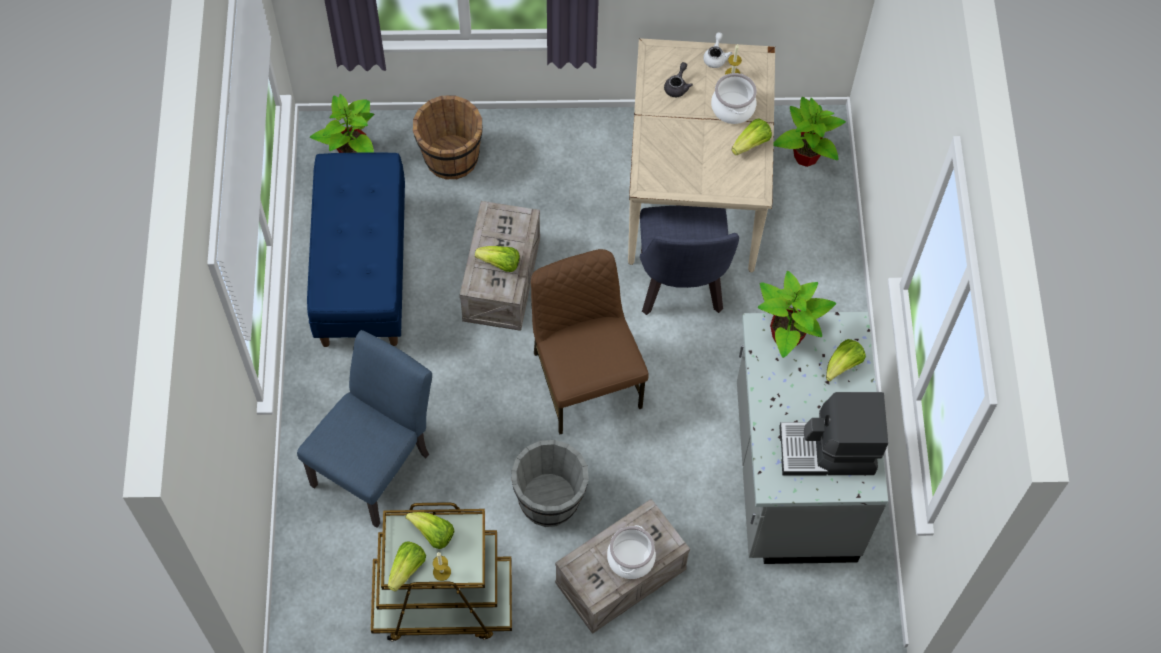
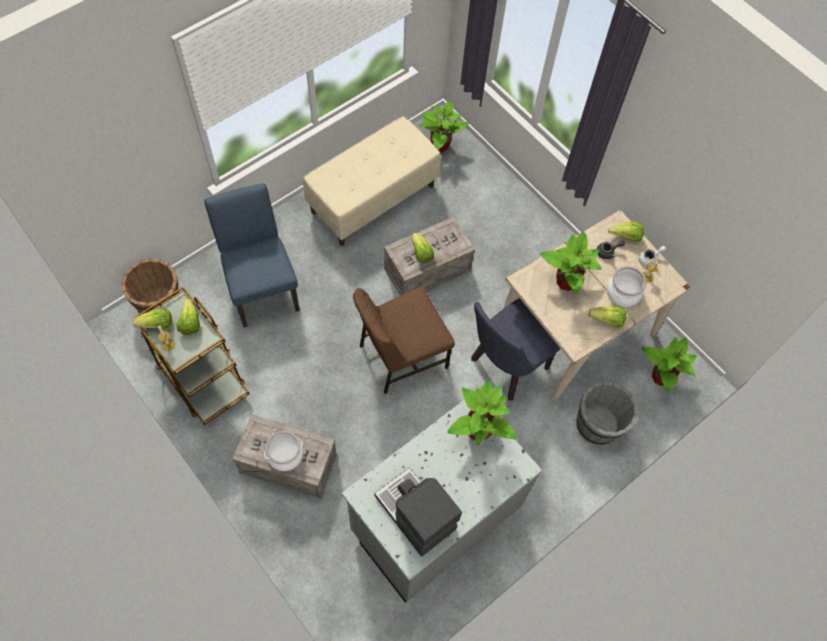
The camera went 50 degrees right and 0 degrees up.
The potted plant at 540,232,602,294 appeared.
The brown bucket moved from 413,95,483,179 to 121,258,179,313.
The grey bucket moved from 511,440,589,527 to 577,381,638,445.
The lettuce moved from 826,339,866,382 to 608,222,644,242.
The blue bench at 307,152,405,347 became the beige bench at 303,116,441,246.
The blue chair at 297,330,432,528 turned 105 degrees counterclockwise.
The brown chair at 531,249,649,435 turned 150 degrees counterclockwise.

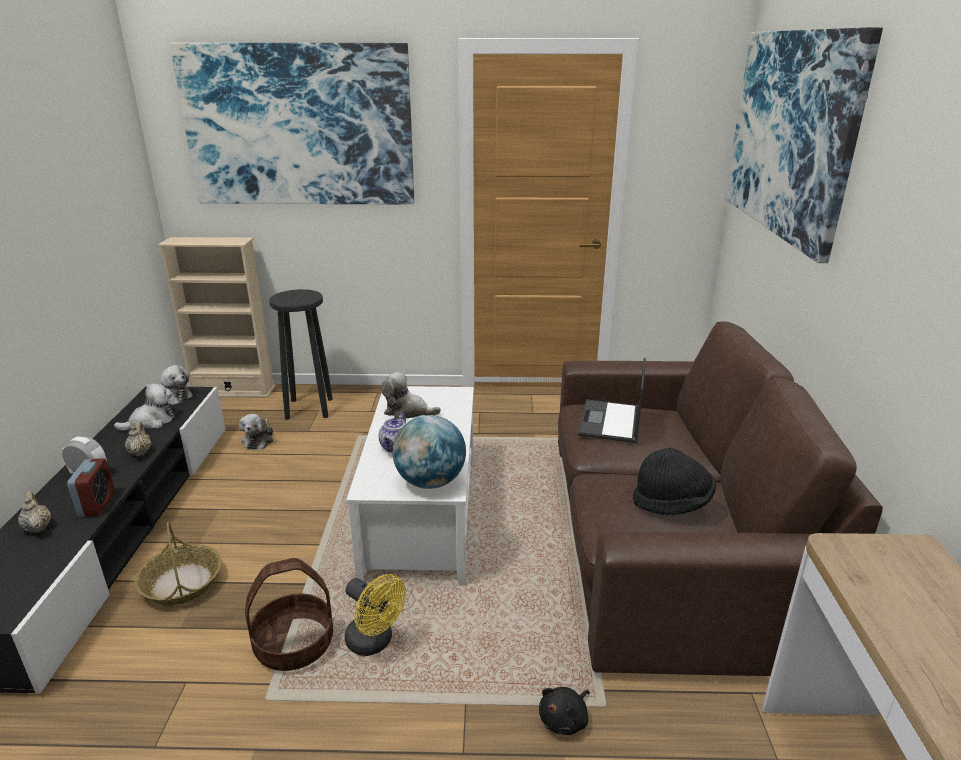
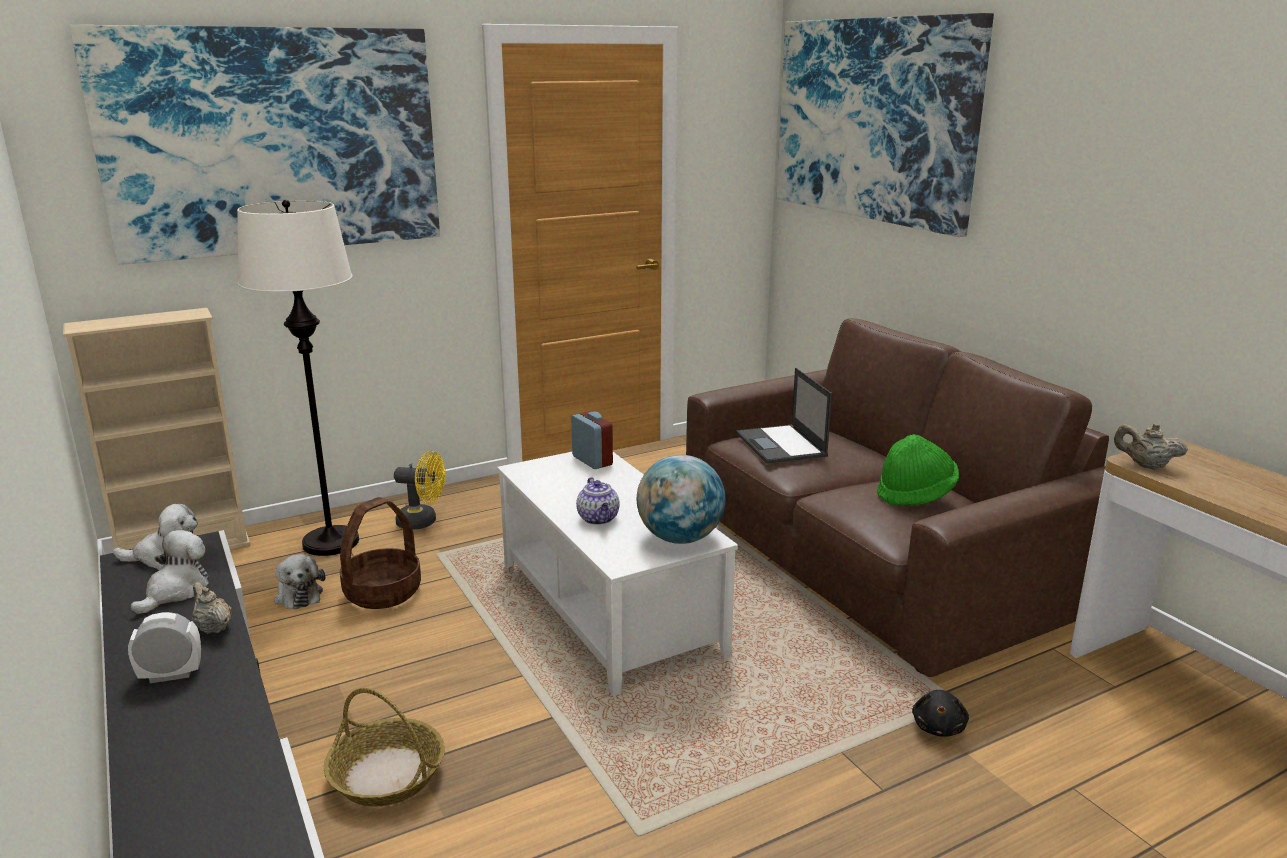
The camera went 30 degrees left and 5 degrees down.
The plush toy at 382,372,441,419 disappeared.
The beige teapot moved from 18,491,51,533 to 1114,423,1188,470.
The alarm clock moved from 67,458,115,517 to 571,412,613,469.
The basket moved from 245,558,333,671 to 340,497,421,609.
The yellow fan moved from 345,574,405,656 to 394,451,446,529.
The black stool at 269,289,333,420 was replaced by the white floor lamp at 237,200,359,556.
The black hat at 633,448,716,515 became the green hat at 877,434,959,506.

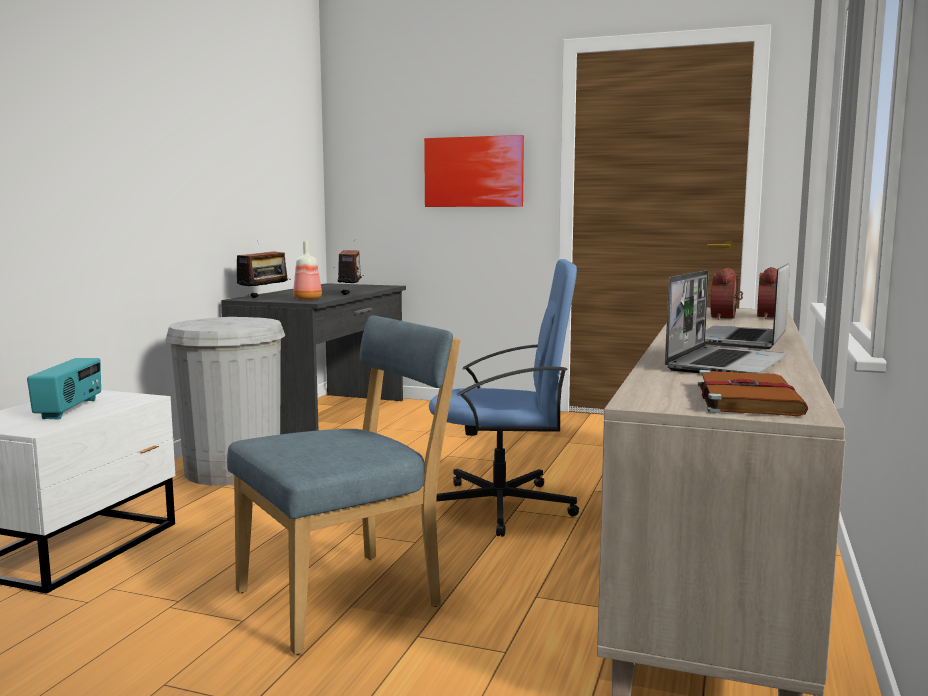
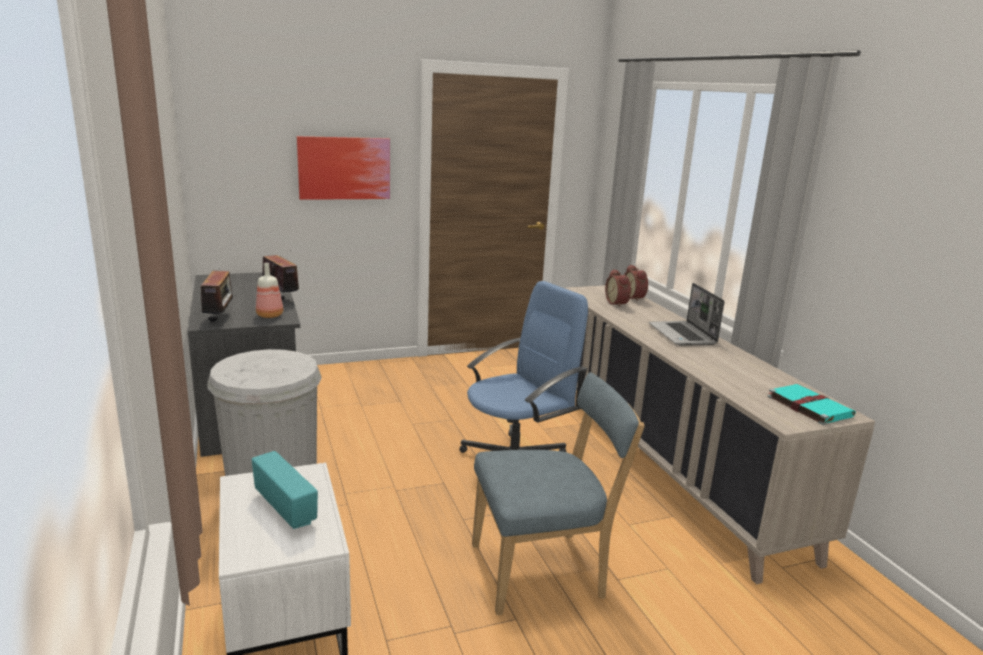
The camera went 40 degrees left and 10 degrees up.
The laptop at 665,270,787,374 disappeared.
The brown book at 698,370,808,416 became the turquoise book at 768,384,856,425.
The blue chair at 227,315,461,655 turned 60 degrees clockwise.

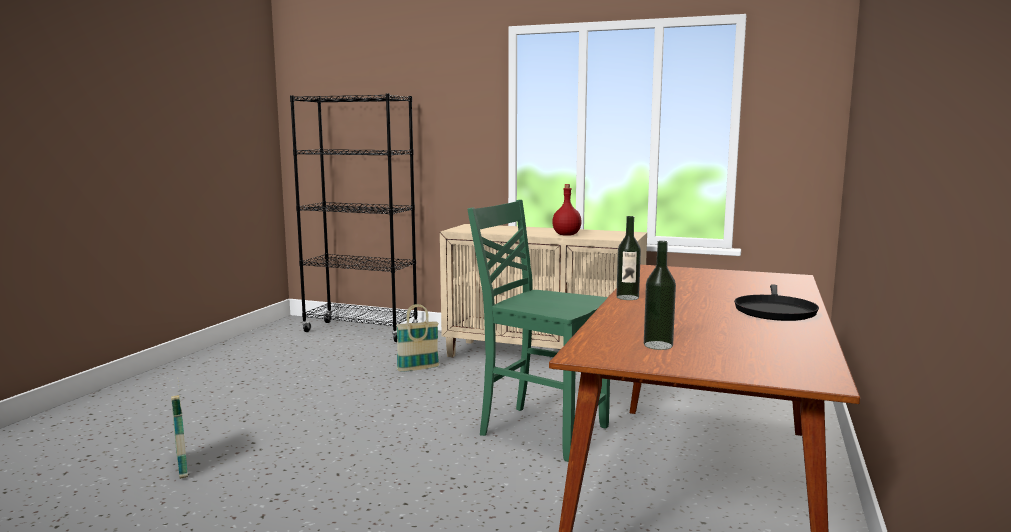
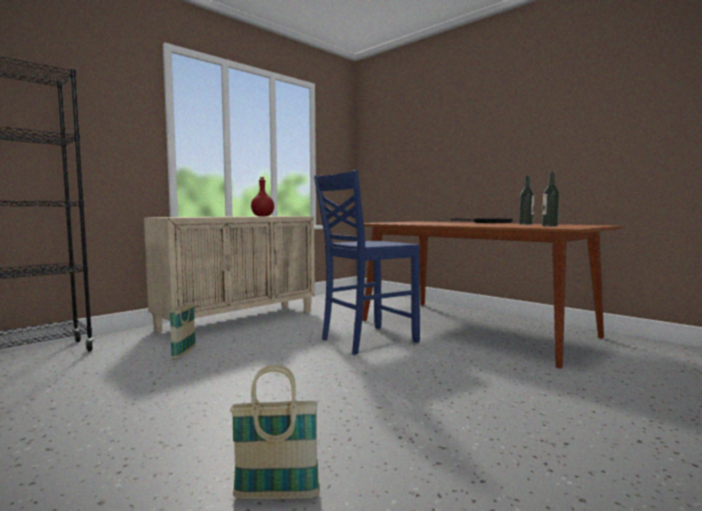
The camera went 65 degrees left and 5 degrees down.
The bottle moved from 616,216,641,300 to 519,176,534,225.
The green chair at 467,200,610,462 became the blue chair at 314,170,420,355.

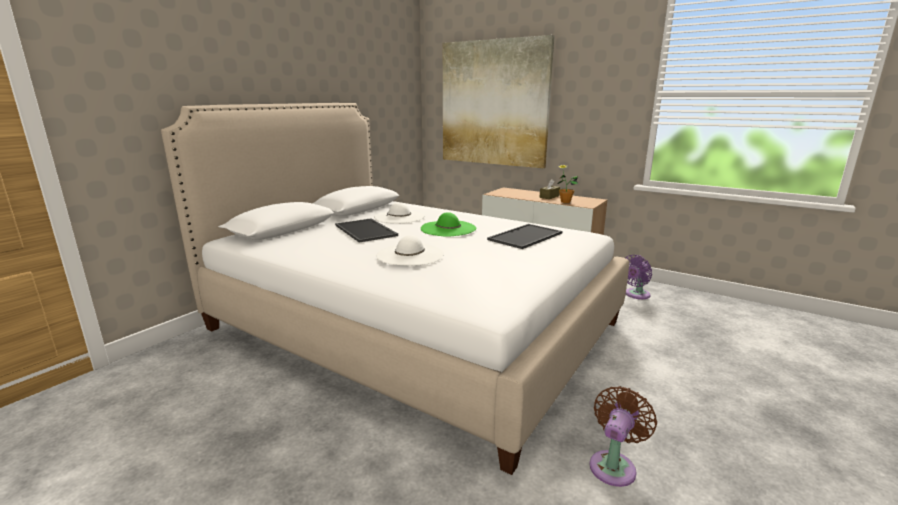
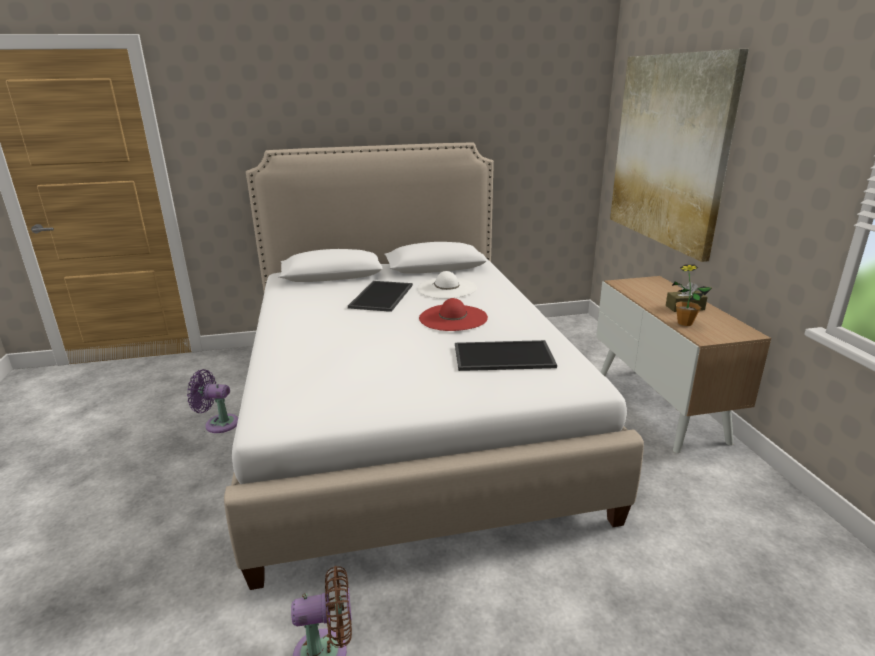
The camera went 45 degrees right and 5 degrees up.
The white hat at 376,235,444,266 disappeared.
The purple fan moved from 626,255,652,299 to 187,369,238,433.
The green hat at 421,212,476,236 became the red hat at 419,298,488,331.

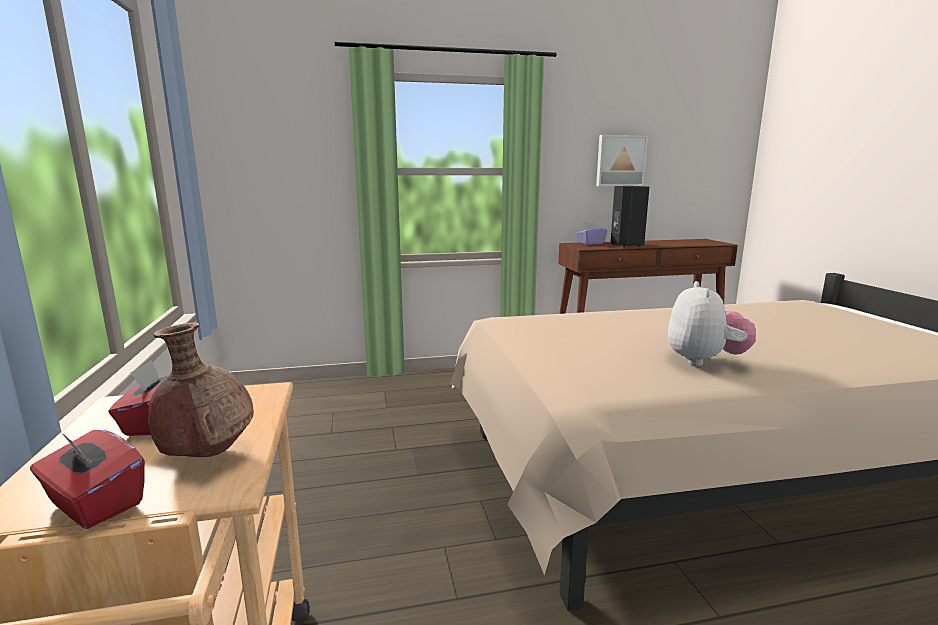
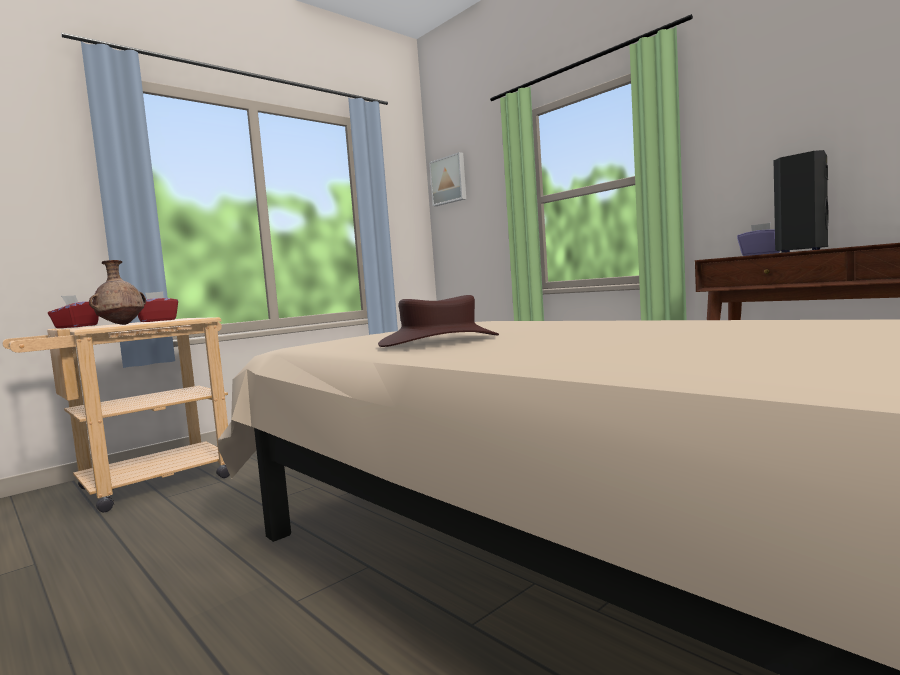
The camera went 60 degrees right and 10 degrees down.
The picture moved from 596,135,648,186 to 429,152,466,206.
The plush toy at 668,281,756,366 was replaced by the brown hat at 378,295,499,347.

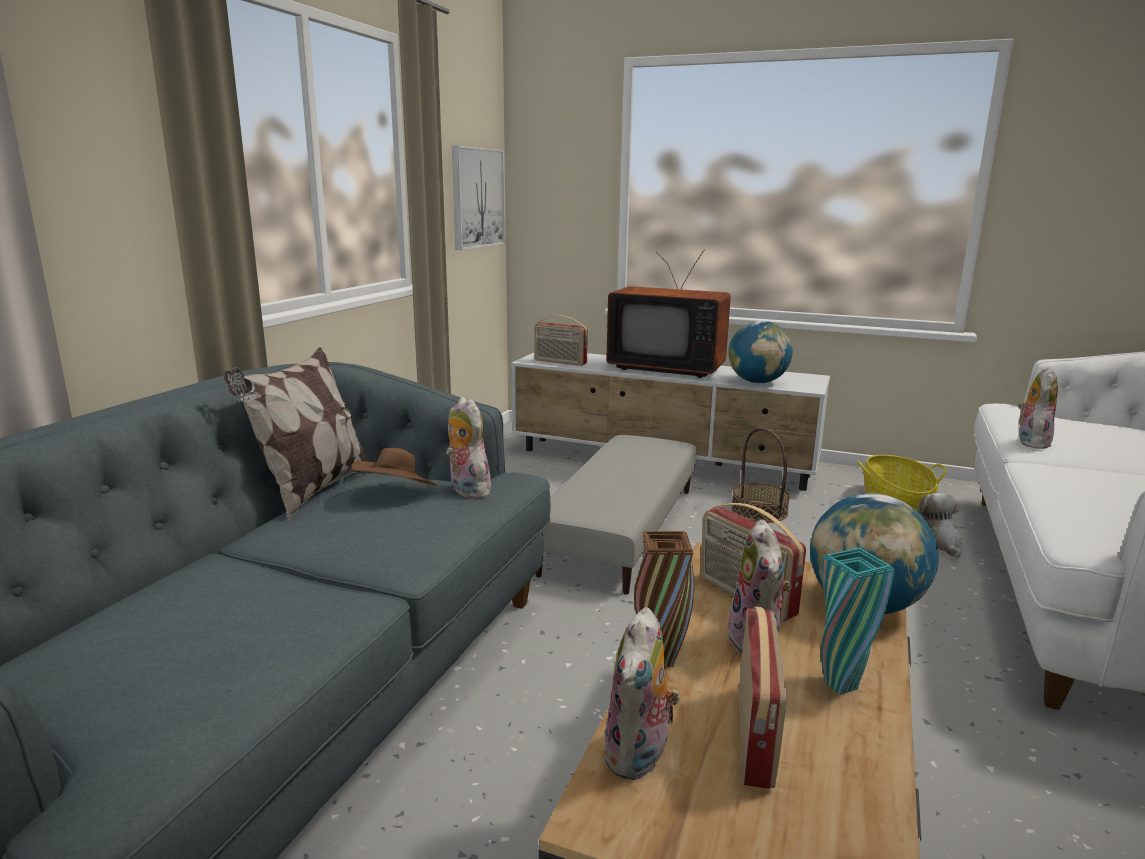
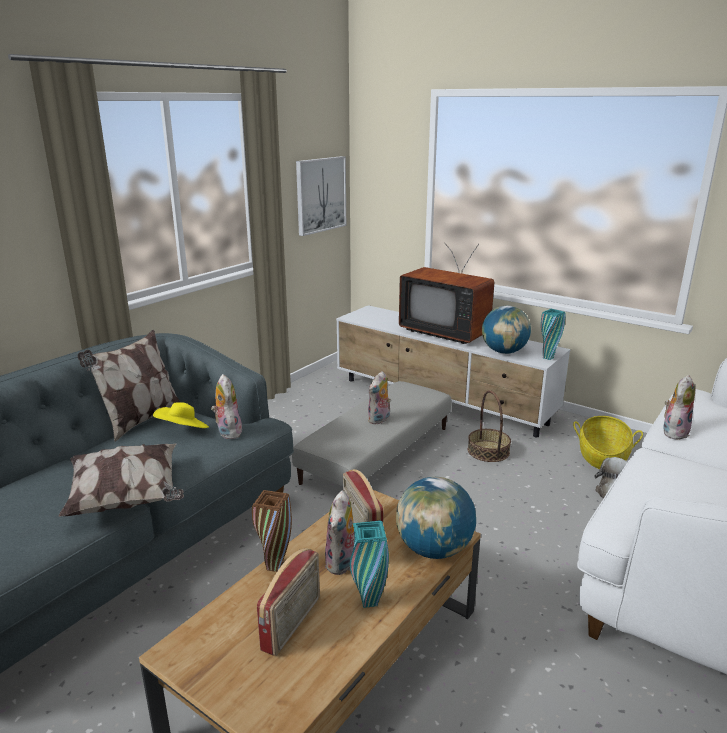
The camera went 15 degrees right and 5 degrees up.
The radio at 534,315,588,366 disappeared.
The pillow at 59,443,184,517 appeared.
The turquoise vase at 541,309,566,360 appeared.
The plush toy moved from 603,607,680,780 to 368,371,391,425.
The brown hat at 352,448,437,486 became the yellow hat at 153,402,209,428.

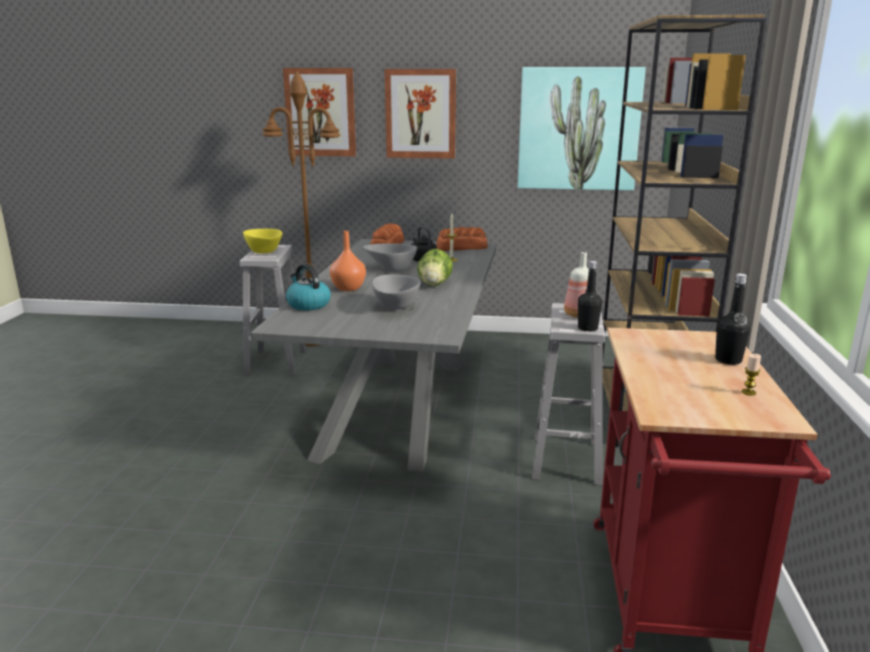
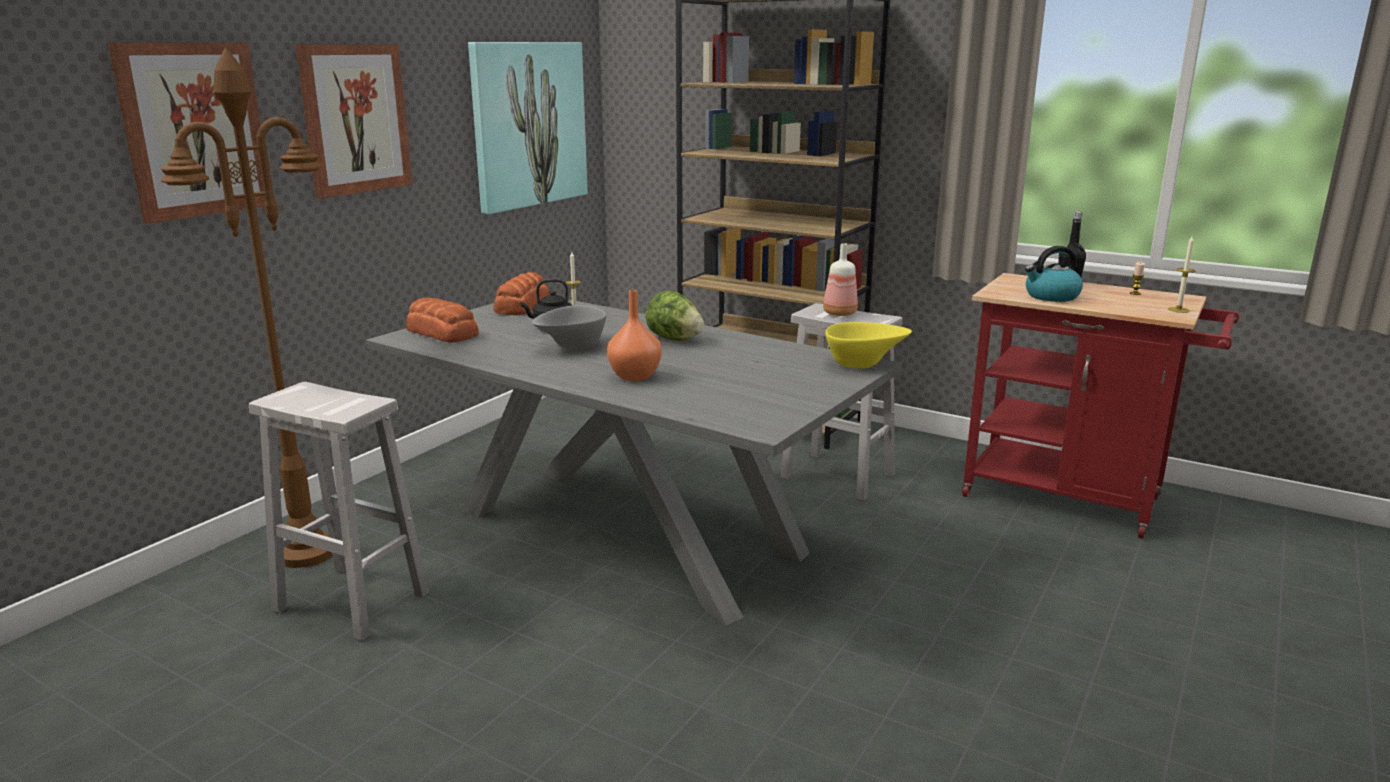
The camera went 65 degrees left and 0 degrees up.
The grey bowl at 372,274,420,309 disappeared.
The black bottle at 578,261,602,332 disappeared.
The candle at 1168,236,1196,313 appeared.
The yellow bowl moved from 243,229,282,253 to 826,322,912,369.
The kettle moved from 286,264,331,310 to 1025,246,1083,302.

